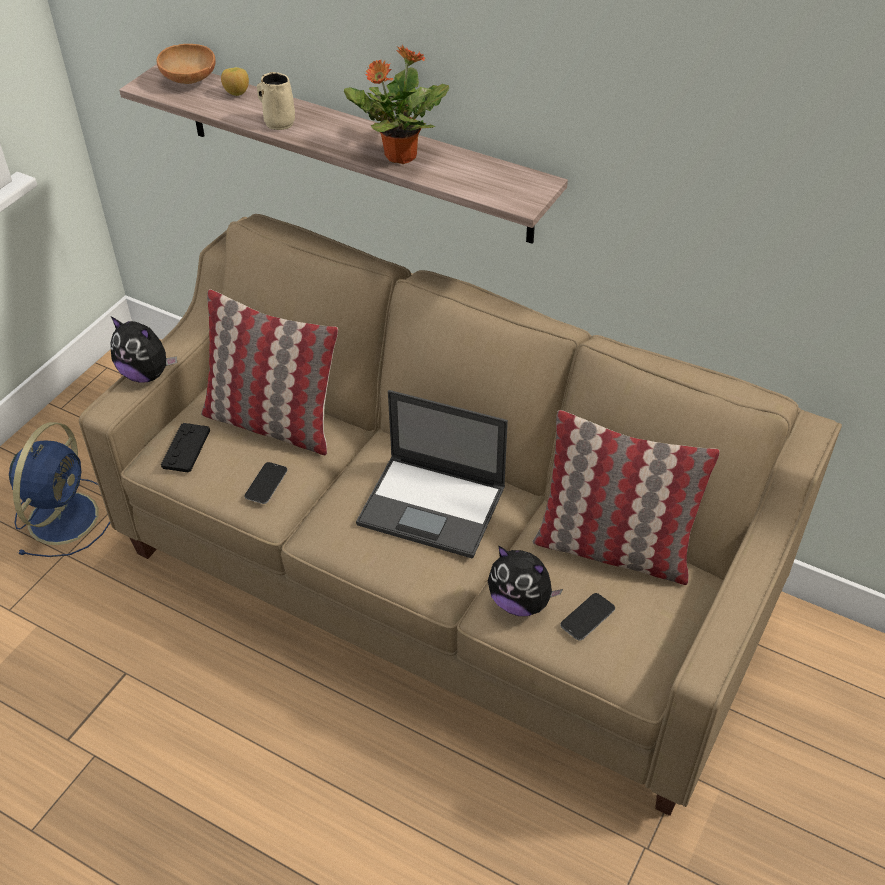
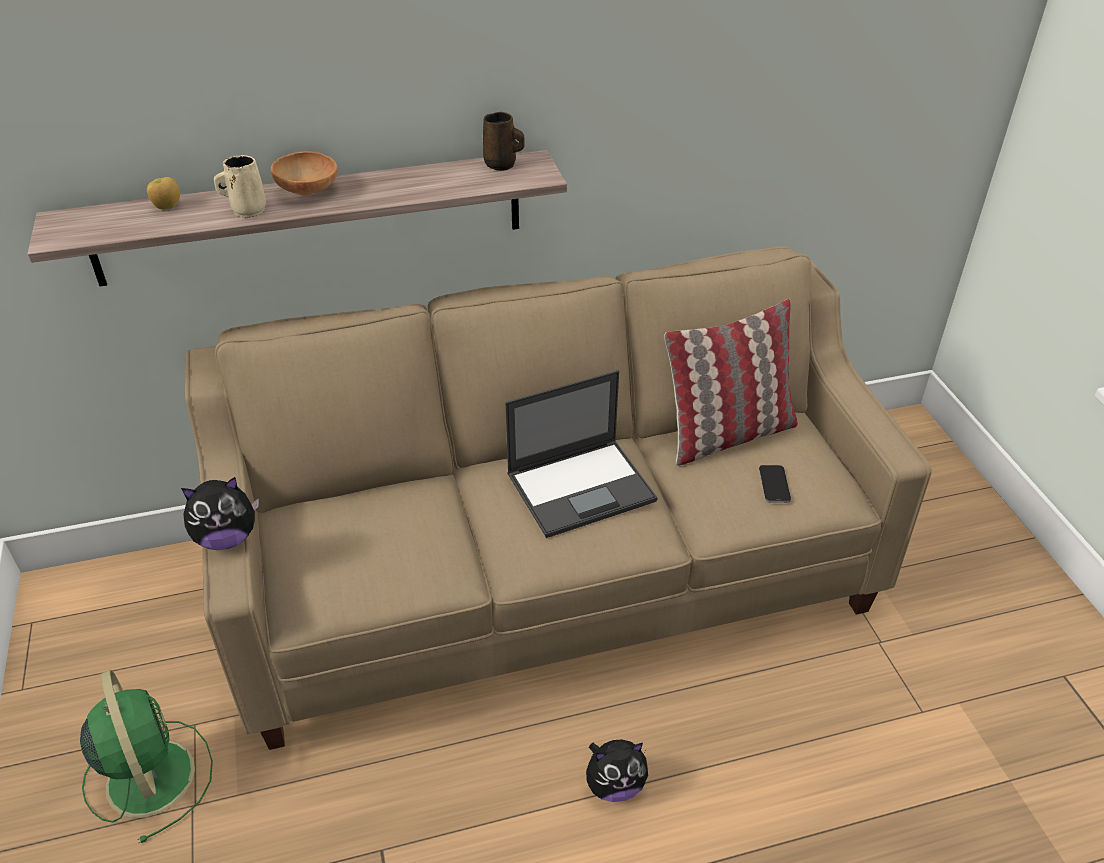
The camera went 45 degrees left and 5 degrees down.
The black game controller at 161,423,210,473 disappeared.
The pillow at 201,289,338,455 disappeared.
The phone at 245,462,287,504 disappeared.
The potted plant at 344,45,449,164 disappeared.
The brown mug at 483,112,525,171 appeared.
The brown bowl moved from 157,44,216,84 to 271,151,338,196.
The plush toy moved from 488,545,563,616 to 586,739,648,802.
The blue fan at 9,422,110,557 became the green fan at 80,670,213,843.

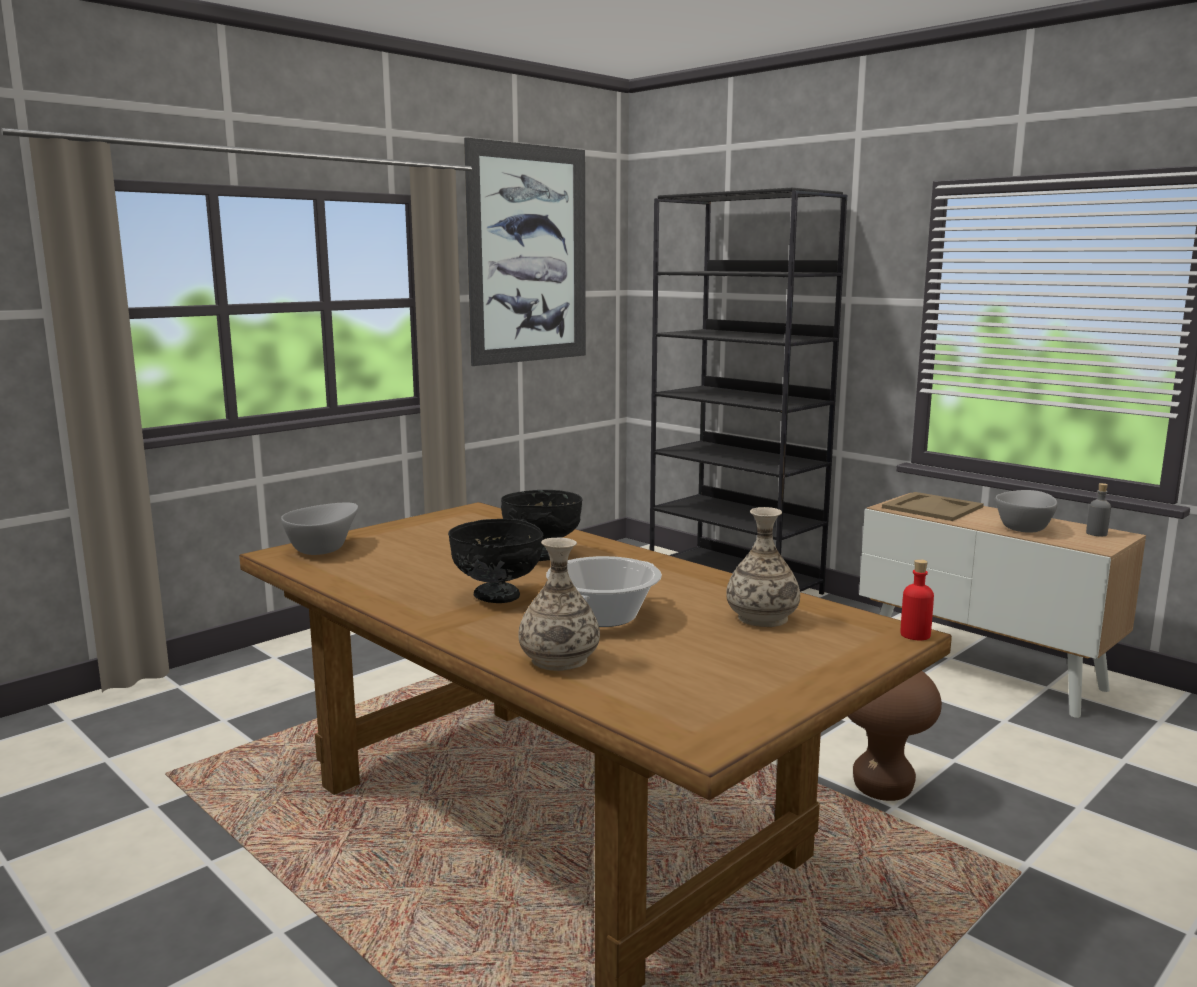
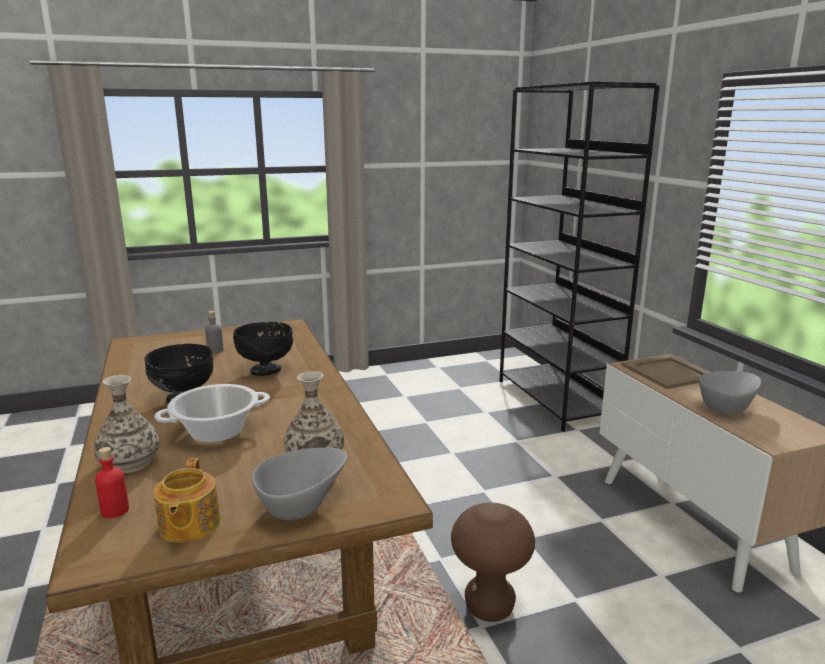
The camera went 25 degrees right and 5 degrees up.
The picture at 464,137,586,366 disappeared.
The teapot at 153,458,220,543 appeared.
The grey bowl moved from 281,502,358,555 to 252,448,347,520.
The red bottle moved from 900,559,934,640 to 95,447,129,518.
The grey bottle moved from 1086,483,1111,536 to 205,311,224,354.

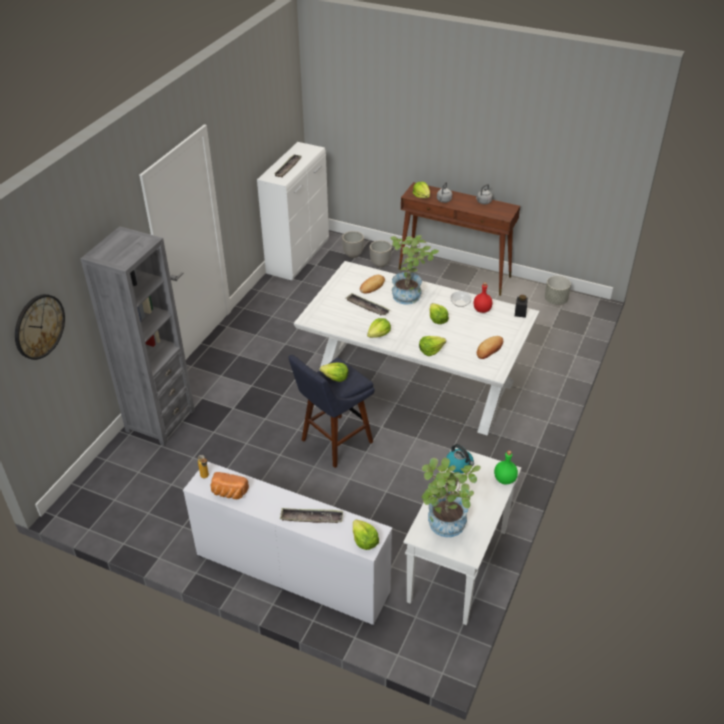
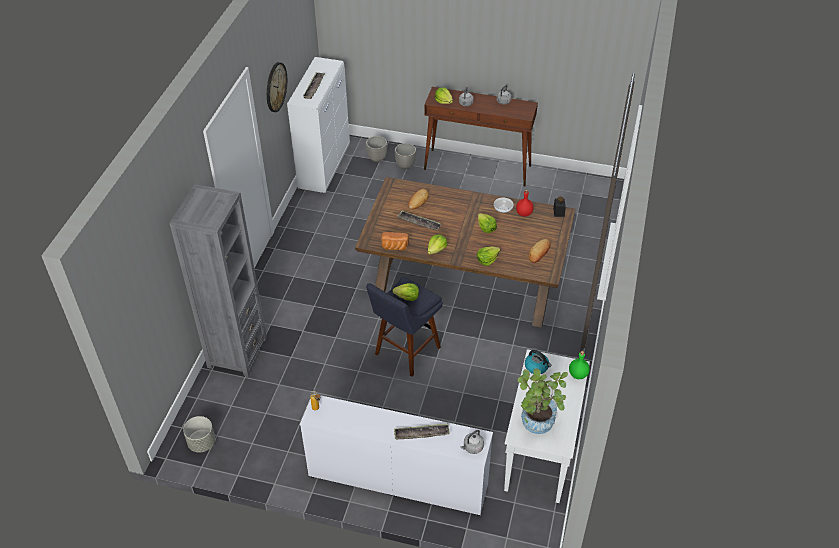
The camera went 10 degrees left and 5 degrees up.
The potted plant at 390,235,439,304 disappeared.
The wall clock moved from 15,294,65,360 to 267,62,287,112.
The bread moved from 211,472,249,499 to 381,232,409,250.
The grey planter moved from 545,276,571,305 to 183,416,215,453.
The lettuce at 353,520,379,550 was replaced by the grey kettle at 460,430,484,454.
The white dining table at 294,261,540,436 became the brown dining table at 355,177,575,328.

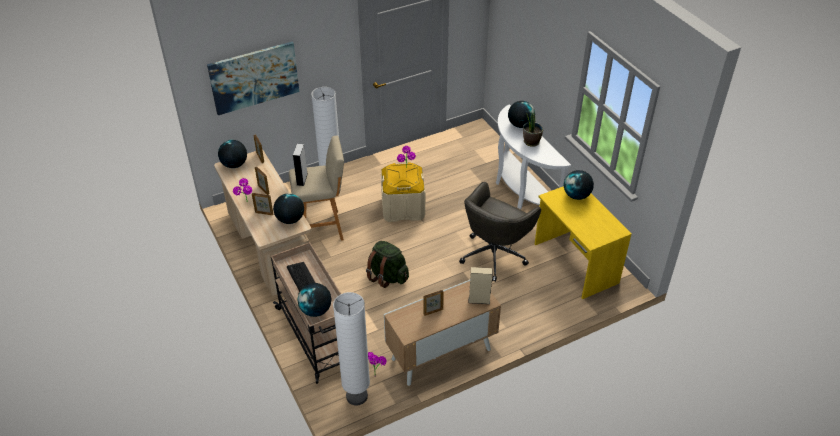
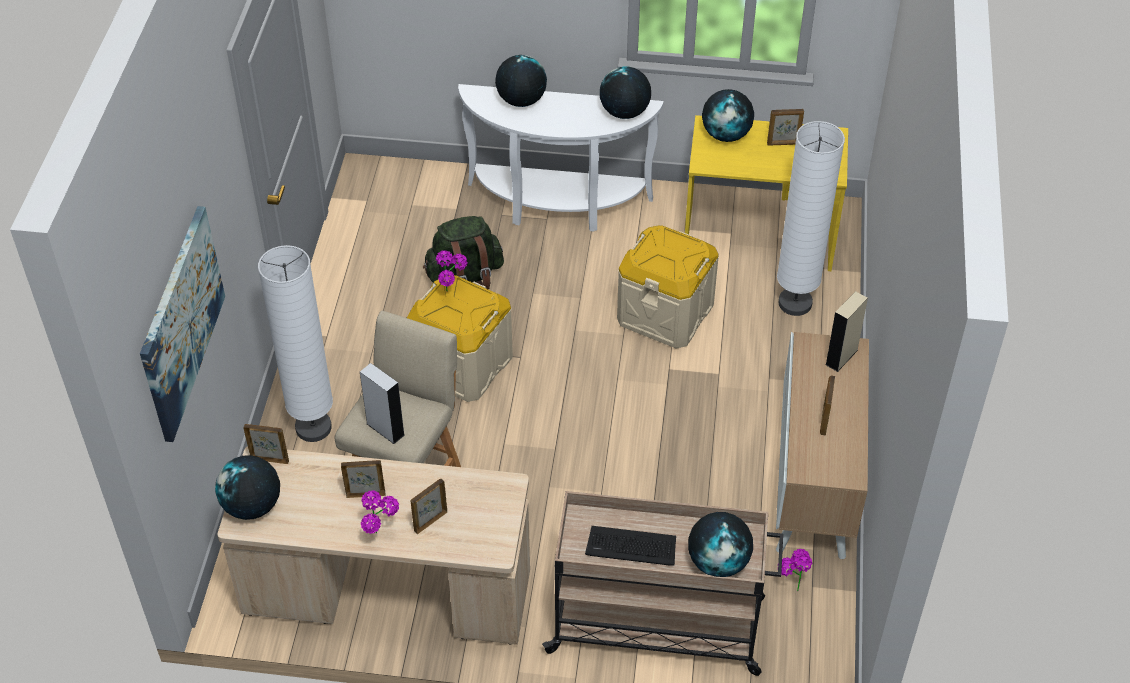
The camera went 55 degrees left and 5 degrees up.
The potted plant at 523,113,543,147 disappeared.
The picture frame at 767,109,804,146 appeared.
The globe moved from 273,193,304,224 to 600,67,651,119.
The white floor lamp moved from 333,292,370,406 to 777,121,845,316.
The green backpack moved from 366,241,409,288 to 423,216,504,289.
The grey office chair at 459,182,541,282 was replaced by the beige storage box at 617,226,719,349.

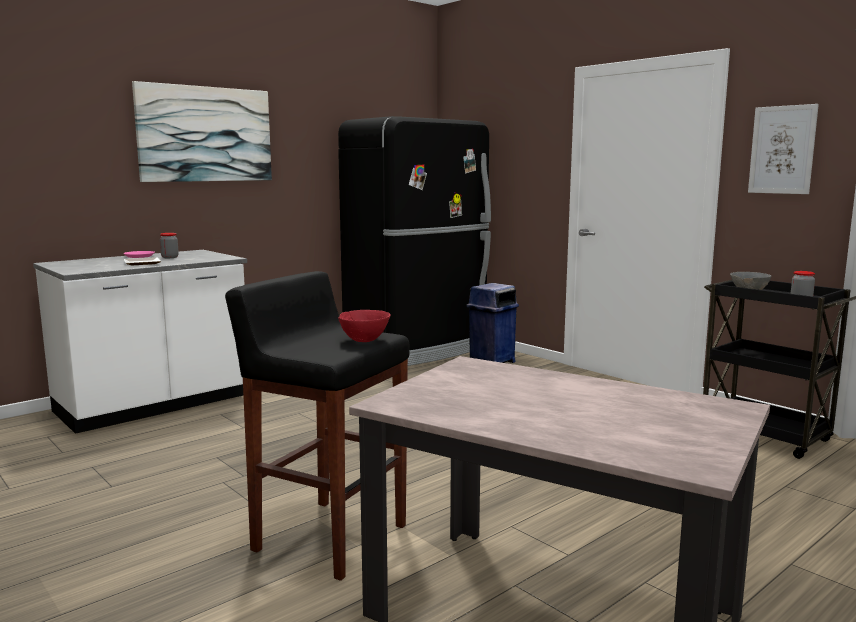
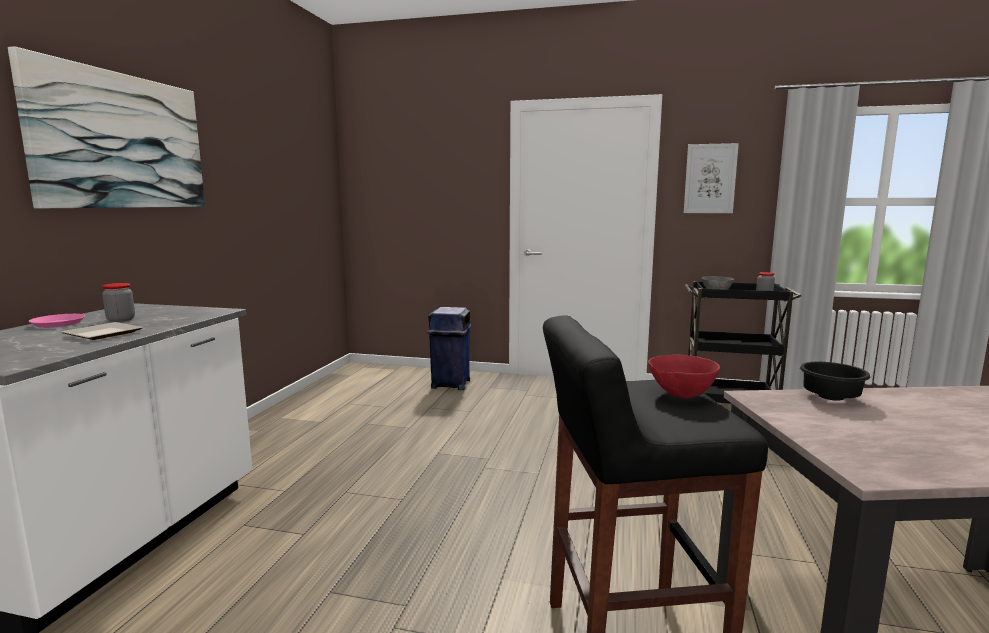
The camera went 35 degrees left and 0 degrees up.
The black fridge at 338,116,491,366 disappeared.
The black bowl at 800,362,870,401 appeared.

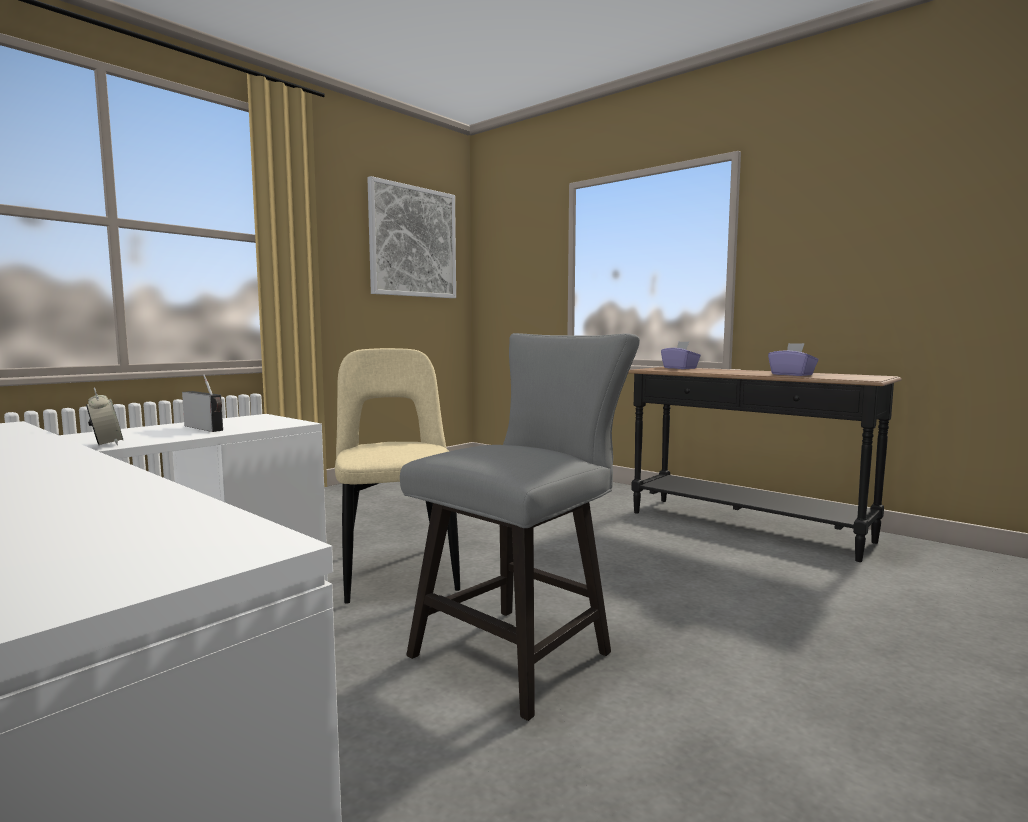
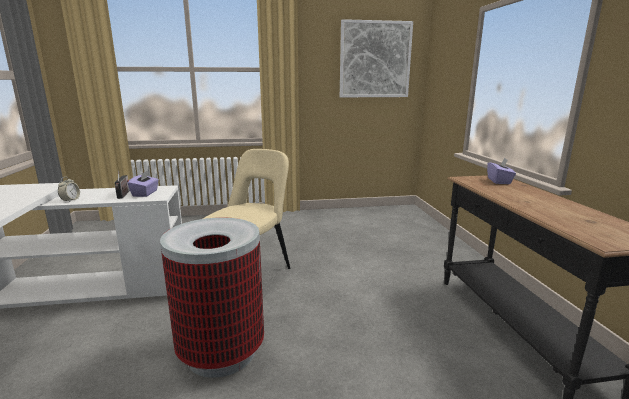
The camera went 40 degrees right and 10 degrees up.
The purple tissue box moved from 768,343,818,376 to 128,170,159,197.
The grey chair at 400,333,640,721 was replaced by the trash can at 160,217,264,378.

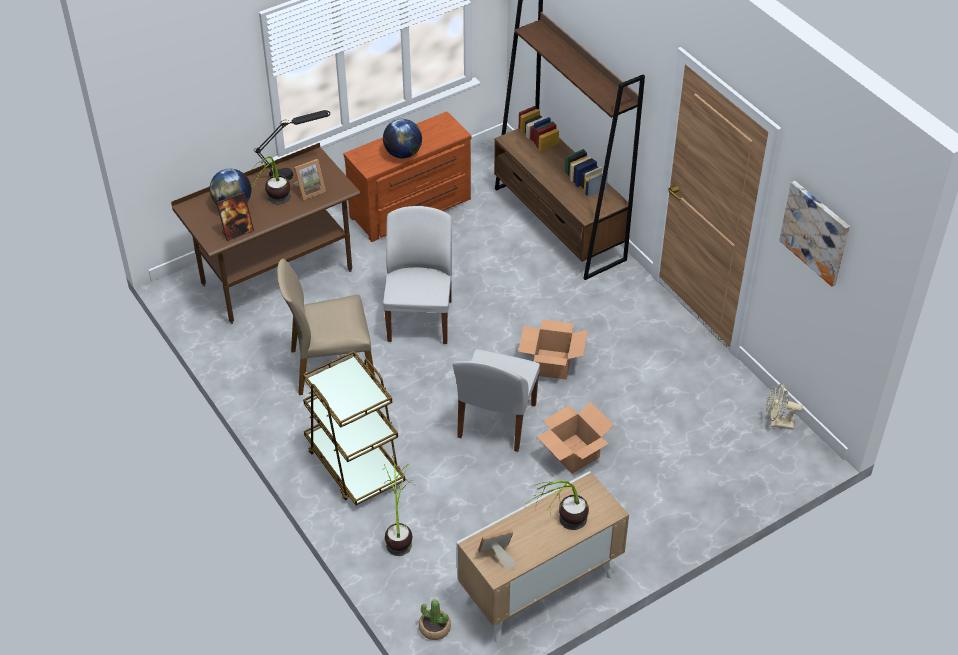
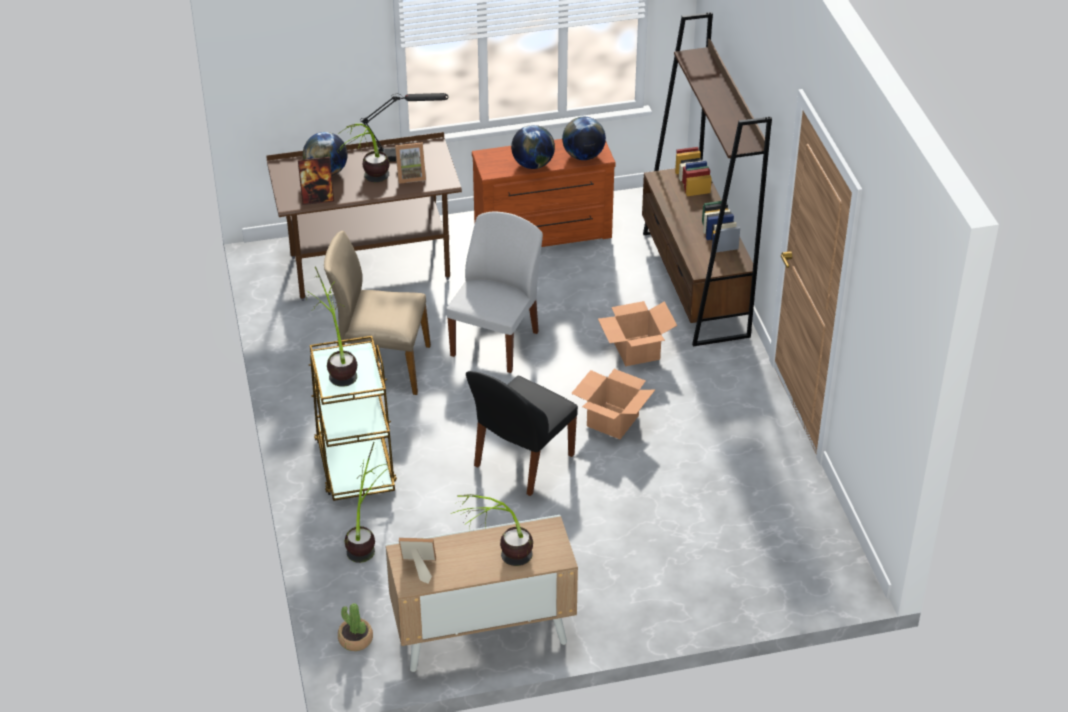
The camera went 20 degrees right and 5 degrees down.
The beige fan at 766,383,803,430 disappeared.
The picture at 779,181,850,287 disappeared.
The potted plant at 306,266,357,387 appeared.
The globe at 562,117,606,160 appeared.
The cardboard box moved from 537,402,614,474 to 598,301,677,366.
The white chair at 453,349,540,452 became the black chair at 466,371,578,496.

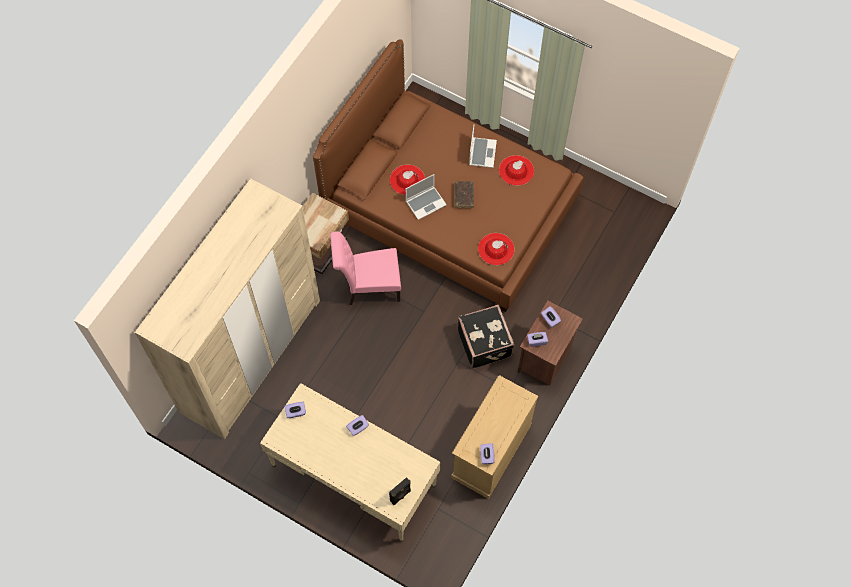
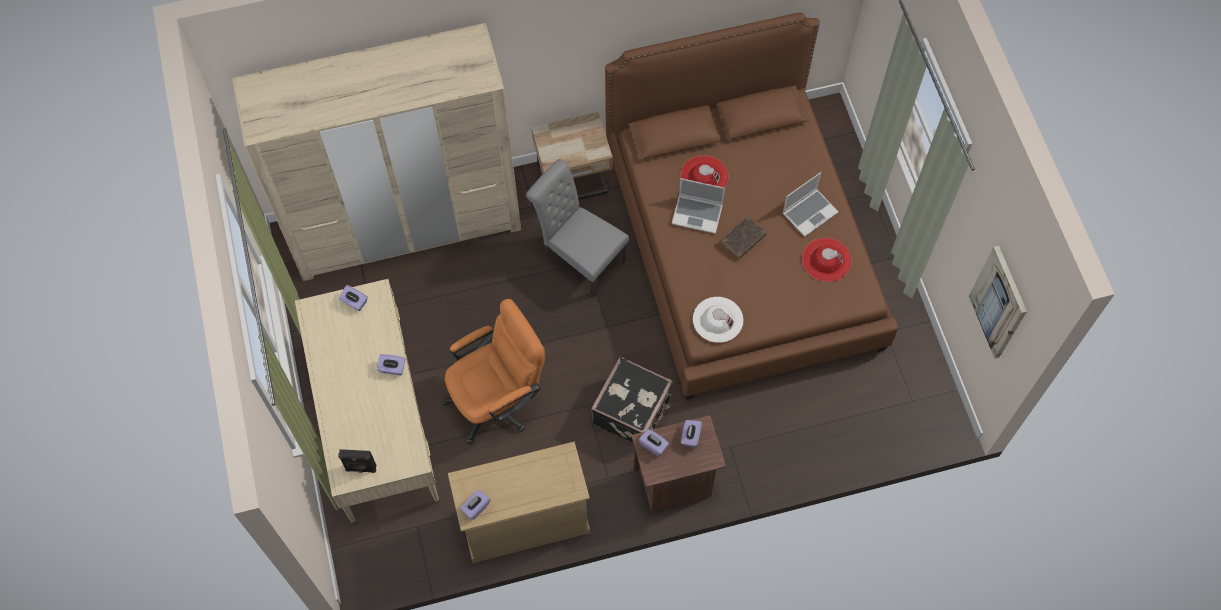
The camera went 45 degrees right and 0 degrees up.
The orange office chair at 443,299,545,445 appeared.
The picture at 969,246,1027,359 appeared.
The pink chair at 330,231,401,305 became the grey chair at 526,159,629,297.
The red hat at 478,233,515,265 became the white hat at 693,297,743,343.

